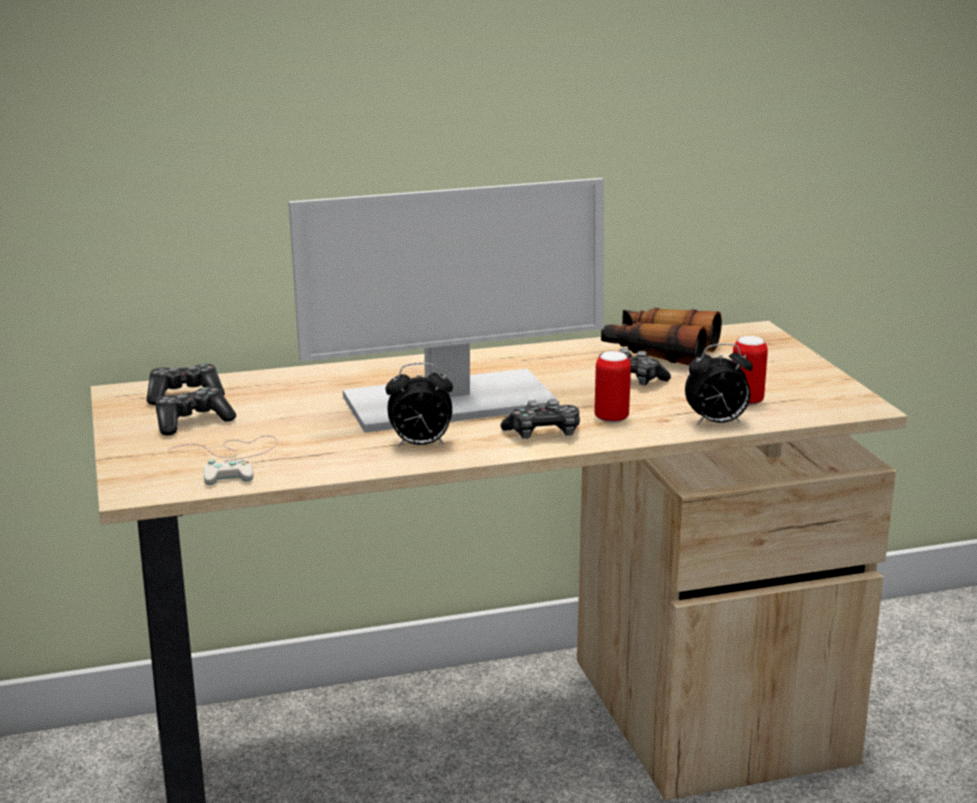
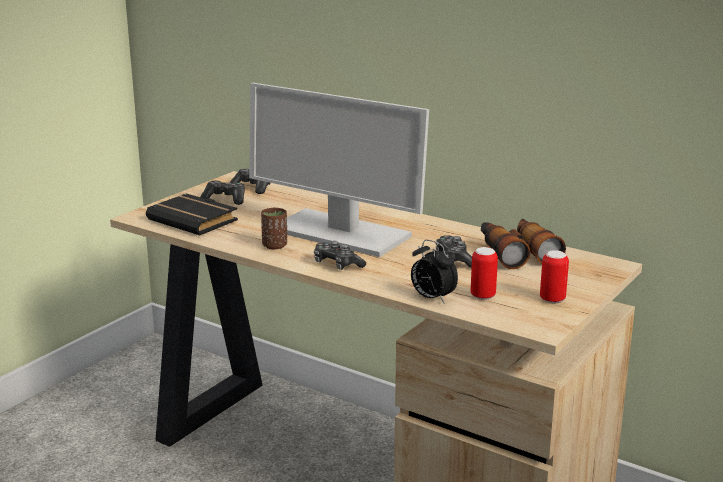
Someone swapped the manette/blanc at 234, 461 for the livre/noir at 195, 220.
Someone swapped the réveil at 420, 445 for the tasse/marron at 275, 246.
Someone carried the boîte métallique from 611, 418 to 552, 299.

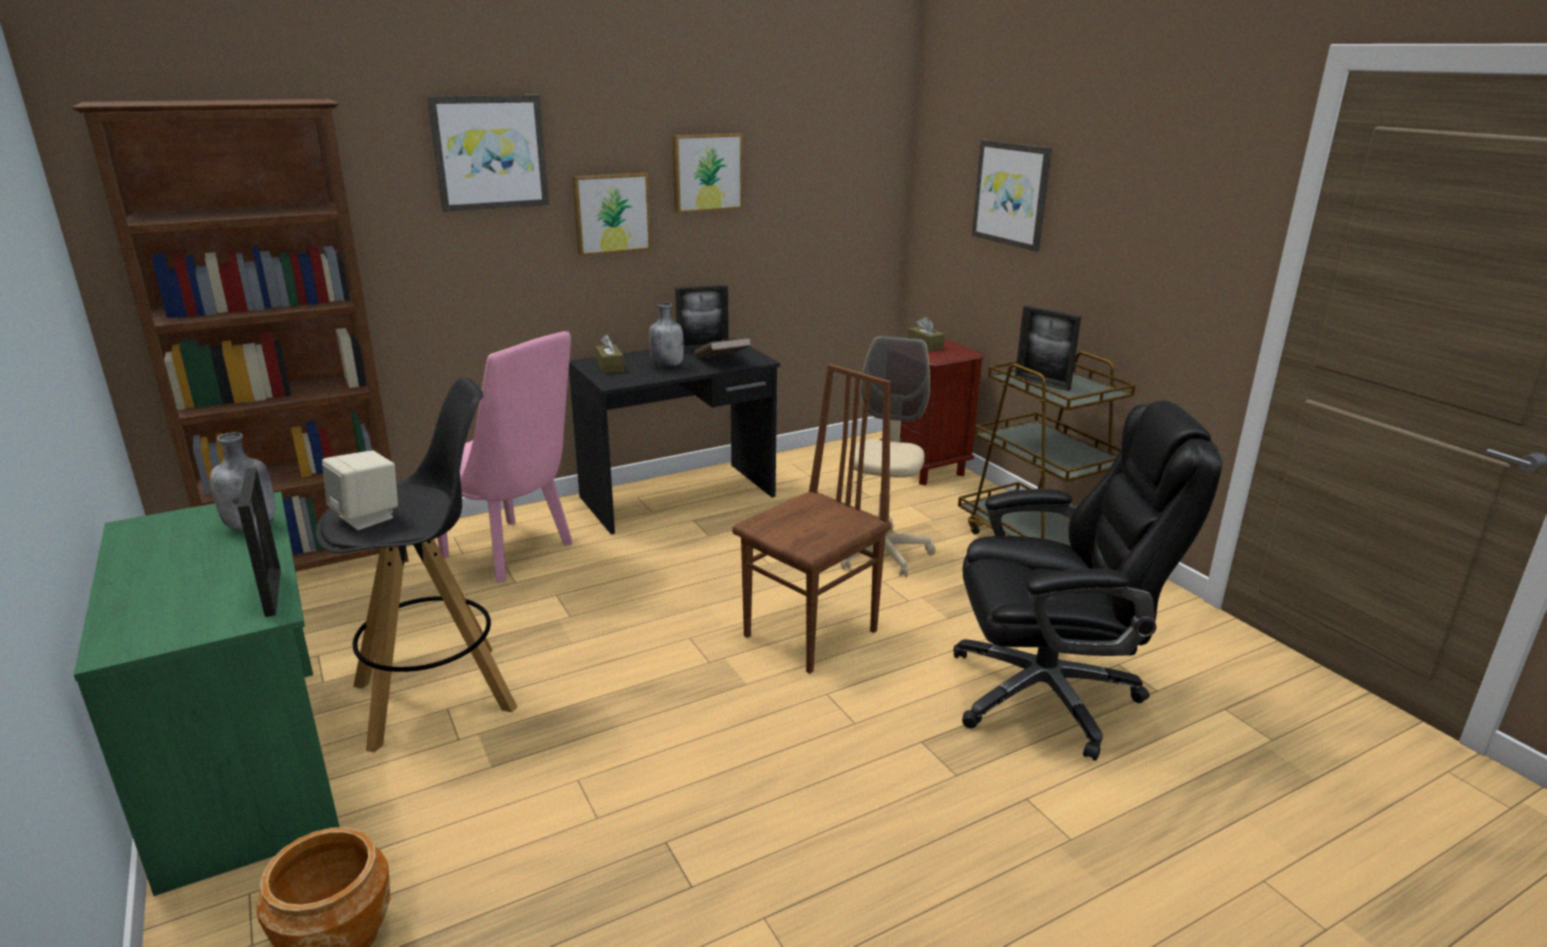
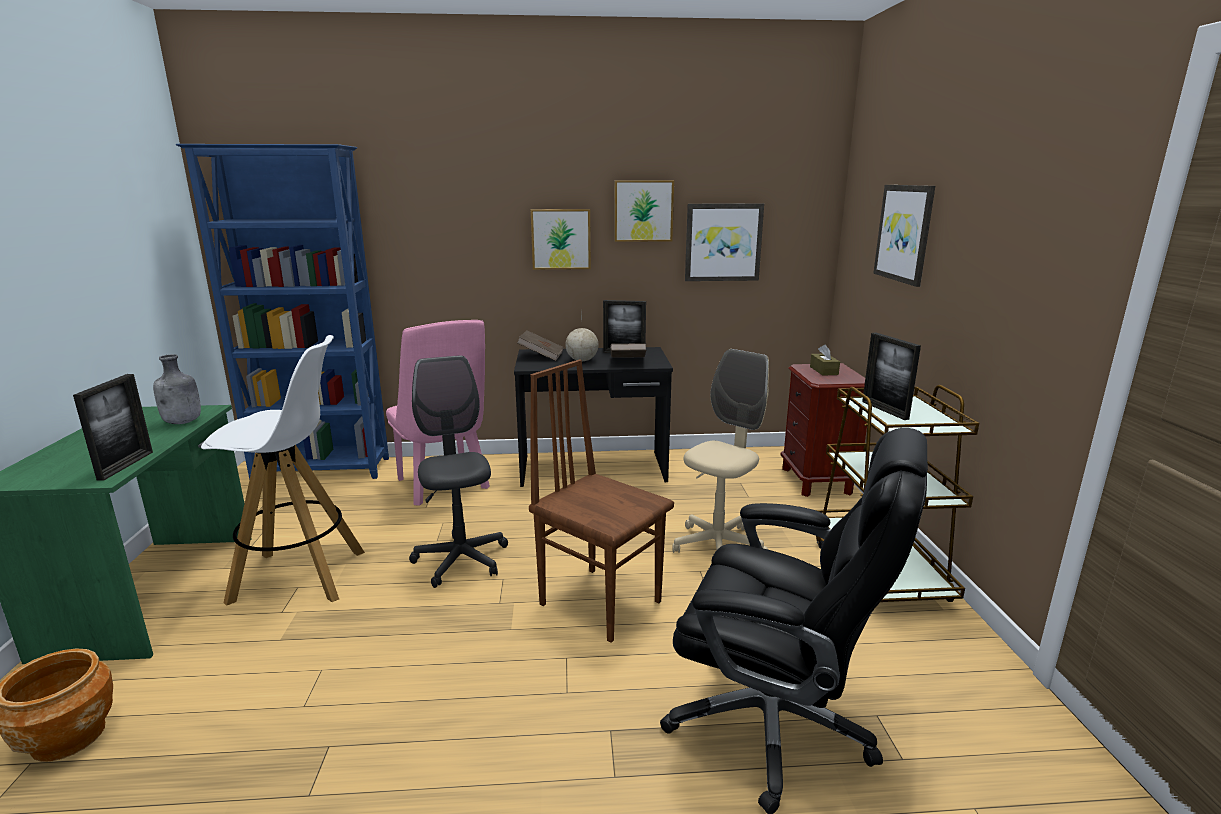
Someone repainted the bibliothèque/marron at 315, 566, which became the bibliothèque/bleu at 323, 470.
Someone repainted the tabouret/noir at 437, 696, which became the tabouret/blanc at 300, 576.
Someone took away the enceinte/beige at 367, 517.
Someone carried the tableau from 489, 152 to 723, 242.
Someone swapped the boîte à mouchoirs/marron at 610, 367 for the livre/marron at 541, 356.
Someone swapped the bouteille/gris at 667, 366 for the globe at 582, 360.
Someone rotated the chaise/marron at 813, 634 by 120 degrees counterclockwise.
Someone put down the chaise de bureau/gris at 461, 560.

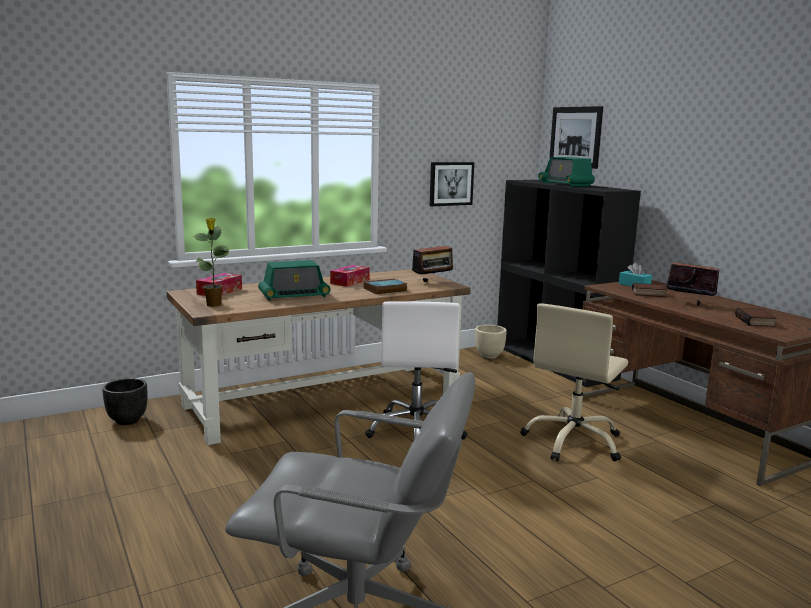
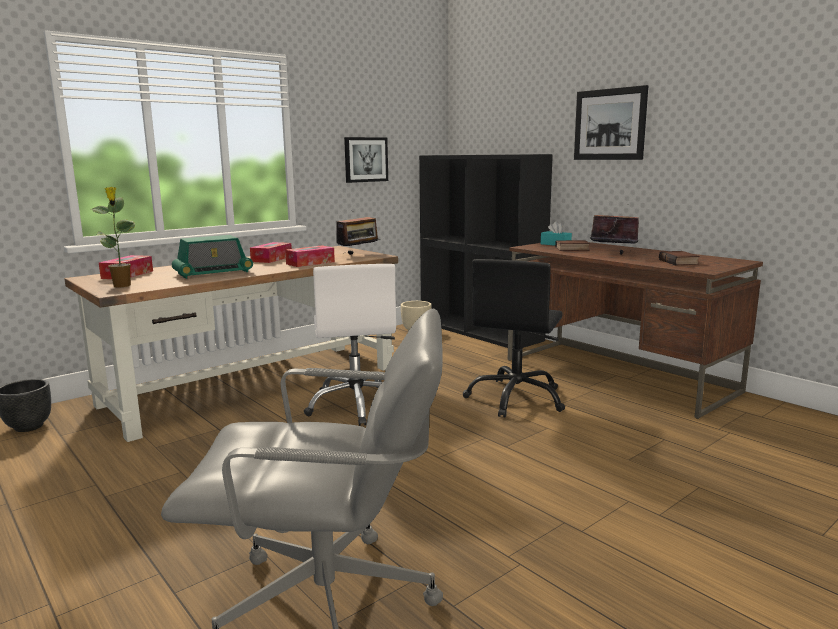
Someone swapped the livre at 384, 290 for the boîte à mouchoirs at 310, 263.
Someone repainted the chaise de bureau/beige at 574, 442, which became the chaise de bureau/noir at 516, 398.
Someone took away the radio at 565, 184.
Someone carried the tableau from 575, 137 to 609, 124.

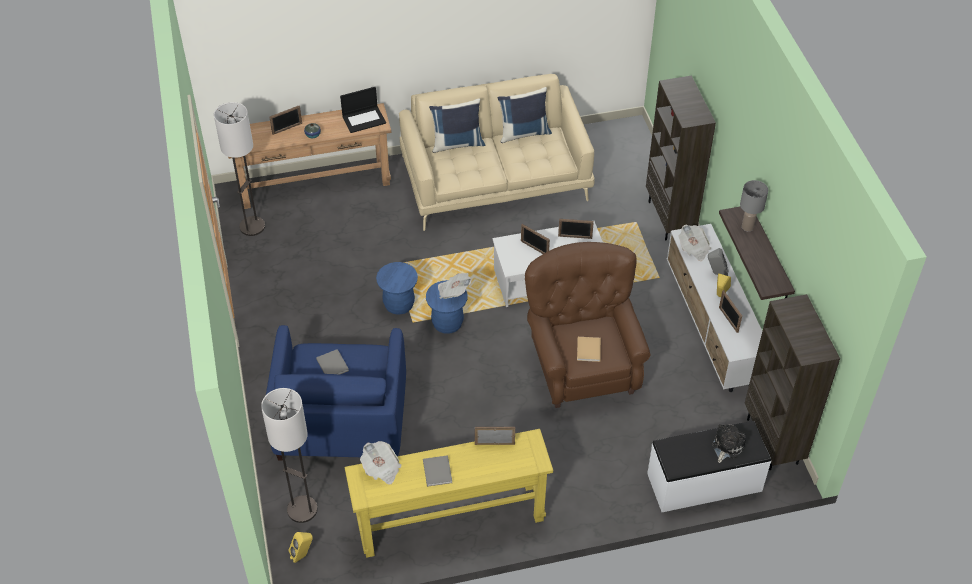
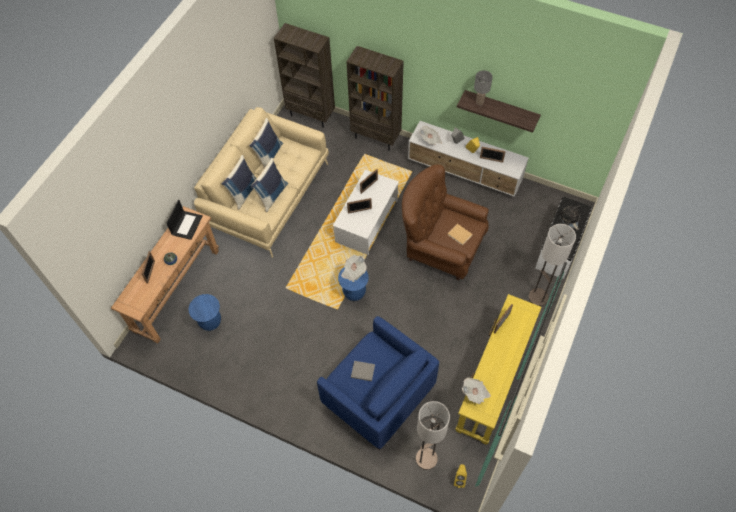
Someone carried the lampadaire from 252, 226 to 538, 297.
Someone carried the tabouret/bleu from 399, 305 to 210, 321.
Someone took away the livre/gris at 437, 471.
Someone carried the bibliothèque/marron from 773, 441 to 311, 115.
Someone put down the coussin/bleu at 272, 195.

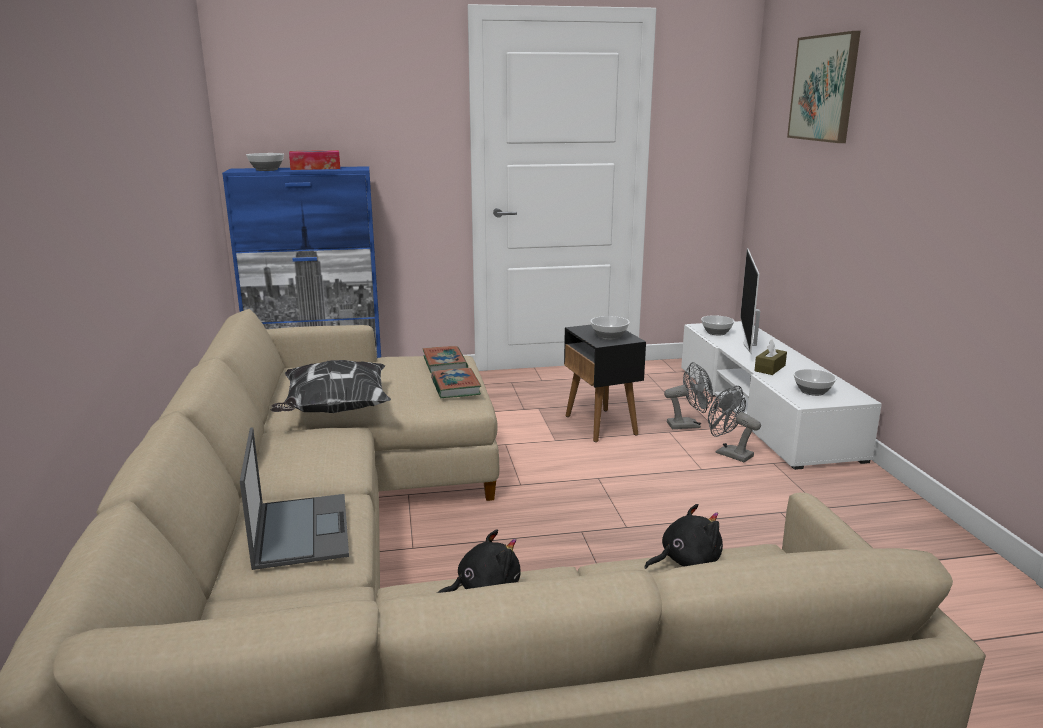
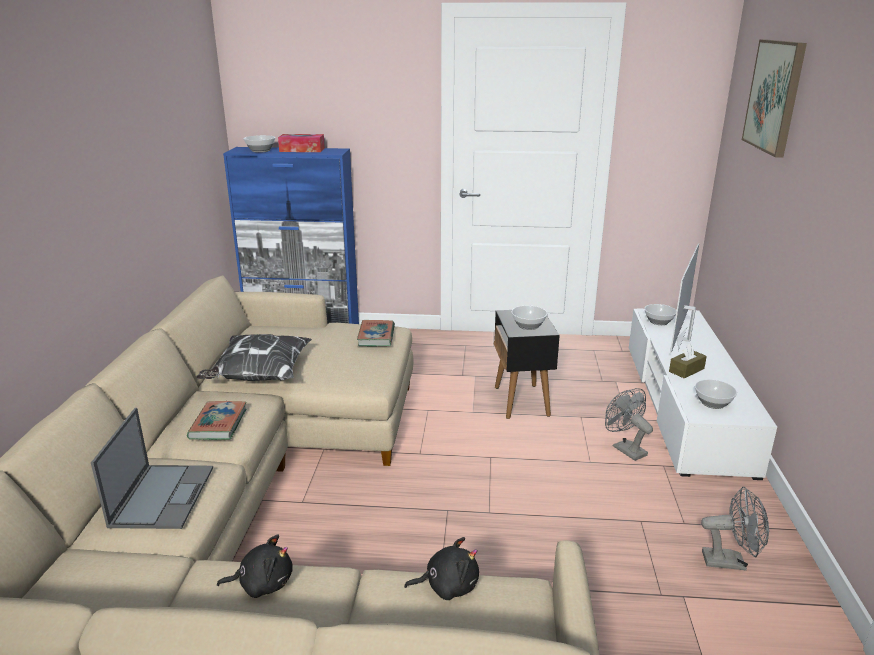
Someone carried the livre from 455, 387 to 218, 424.
Someone carried the ventilateur/gris from 688, 425 to 730, 561.

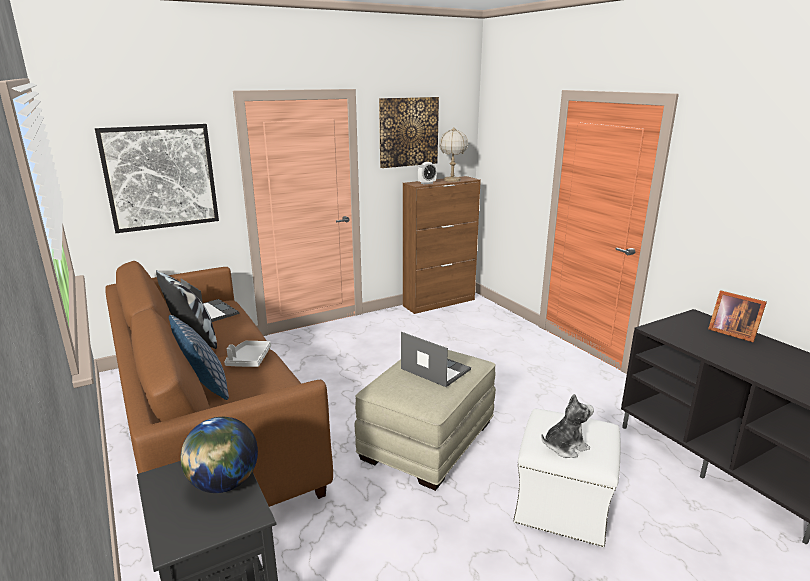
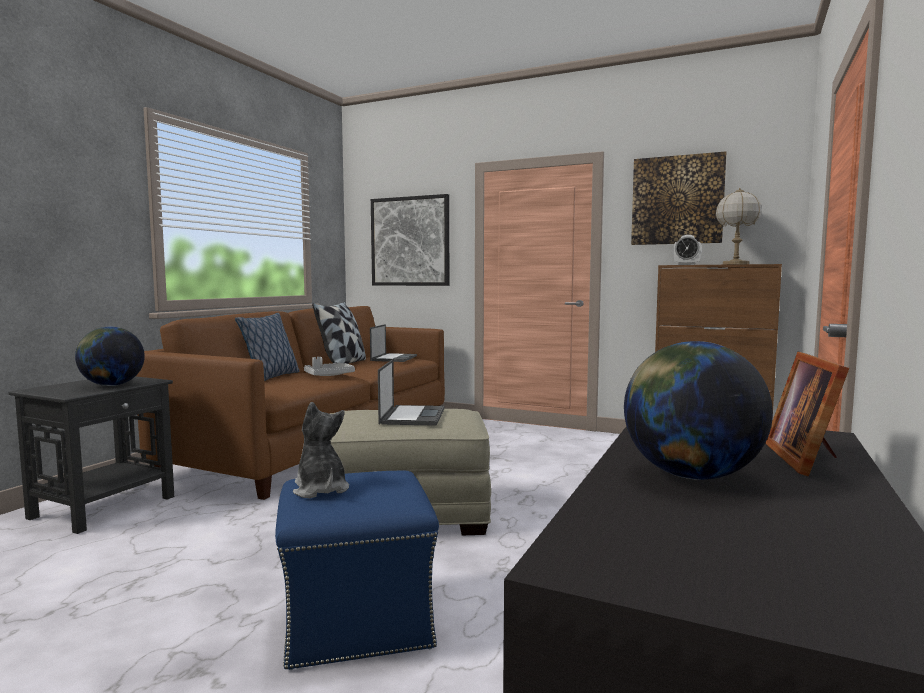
Someone repainted the pouf/blanc at 562, 506, which became the pouf/bleu at 355, 620.
Someone rotated the peluche at 564, 446 by 150 degrees counterclockwise.
Someone put down the globe at 690, 475.

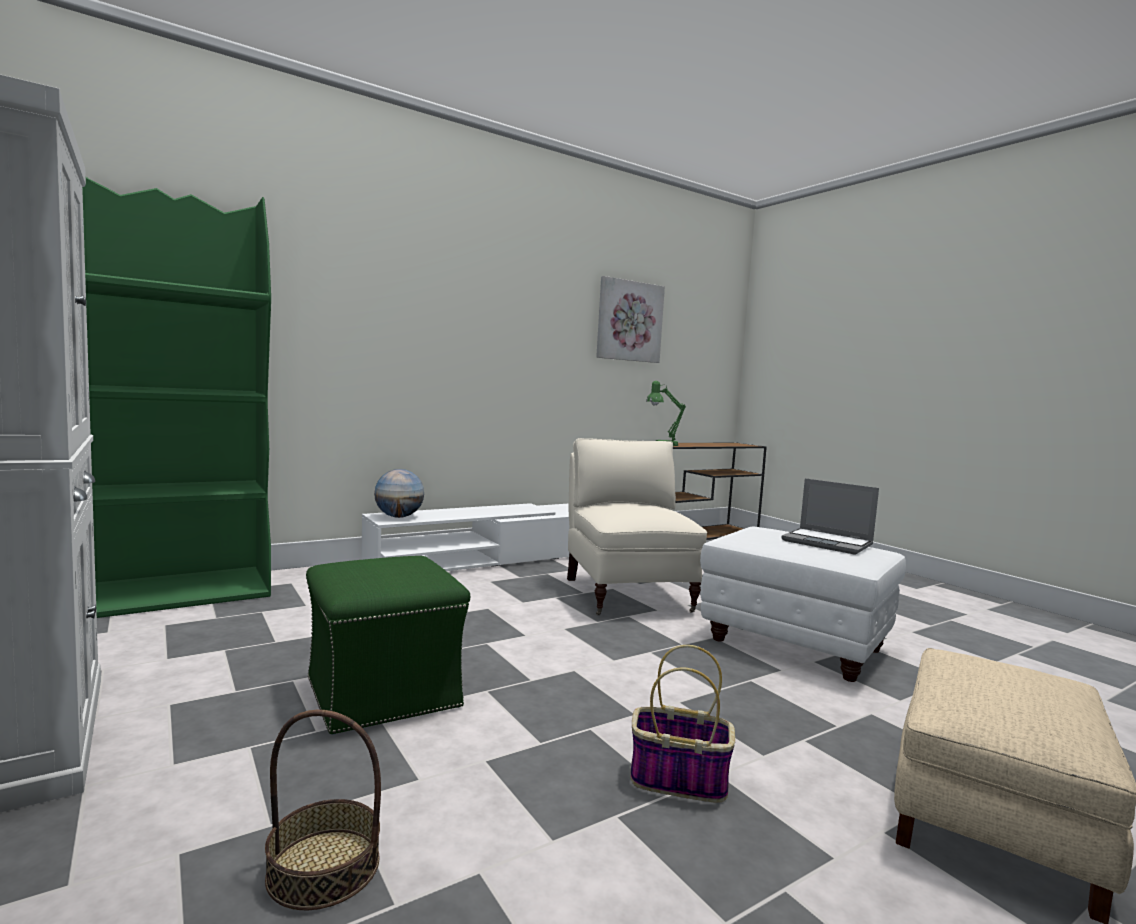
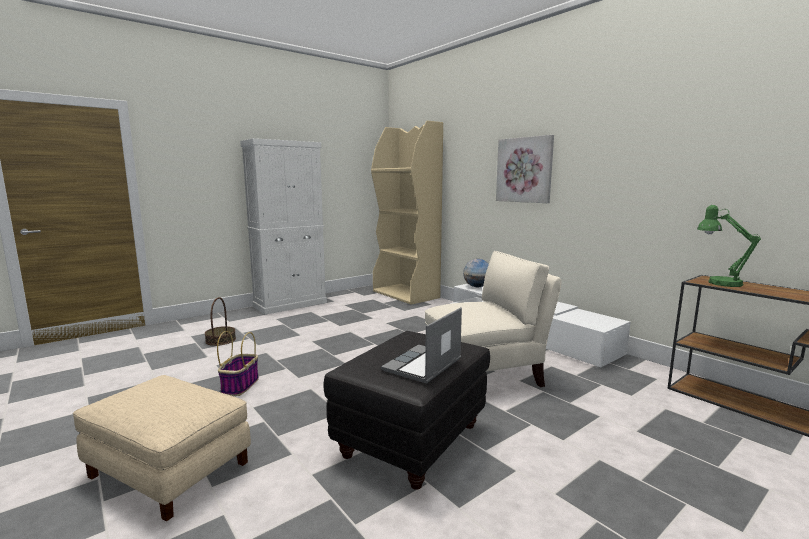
Someone repainted the bibliothèque/vert at 184, 593, which became the bibliothèque/beige at 406, 294.
Someone took away the pouf/vert at 383, 693.
Someone carried the tableau from 629, 321 to 524, 170.
Someone repainted the pouf/blanc at 795, 644, which became the pouf/noir at 413, 440.

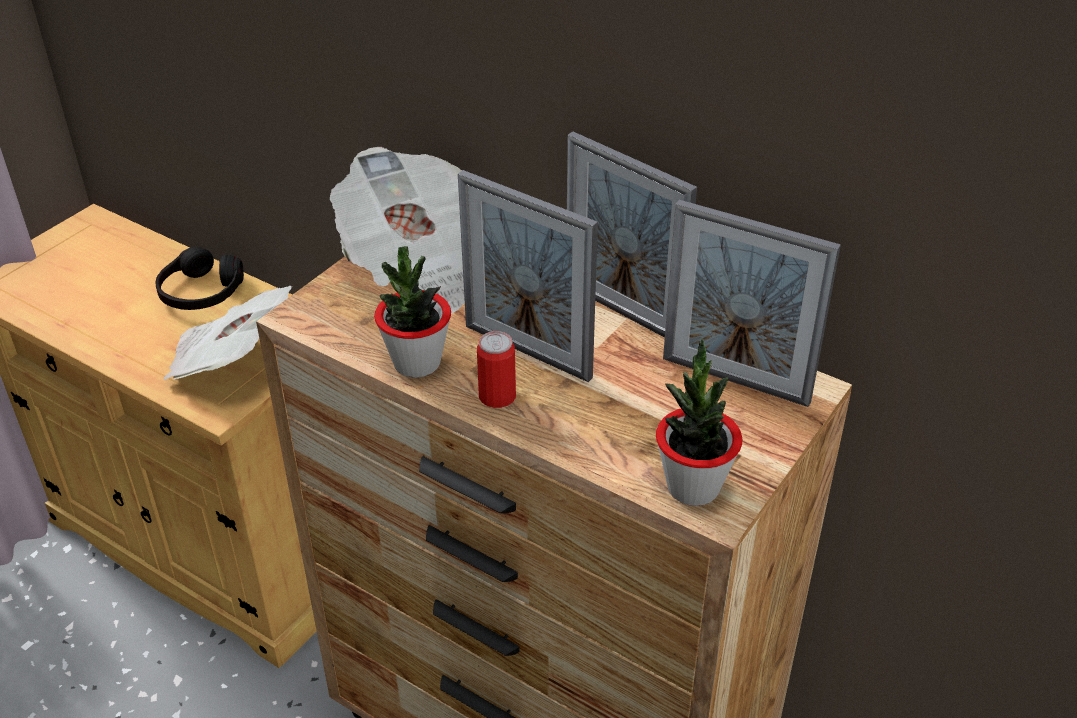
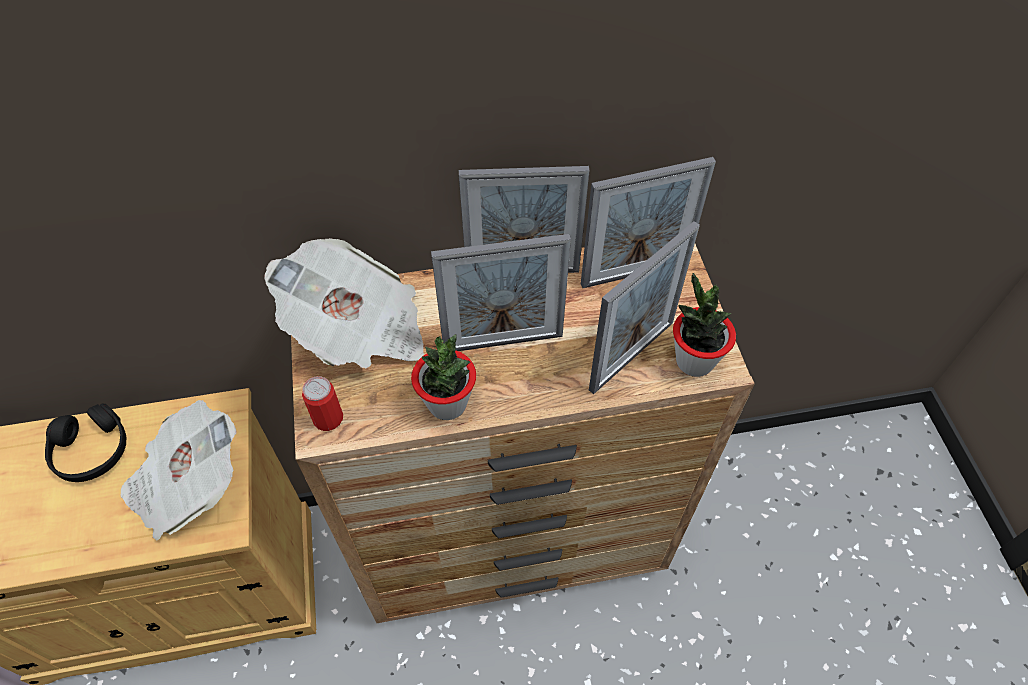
Someone carried the boîte métallique from 497, 396 to 328, 418.
Someone put down the cadre photo at 631, 356.

